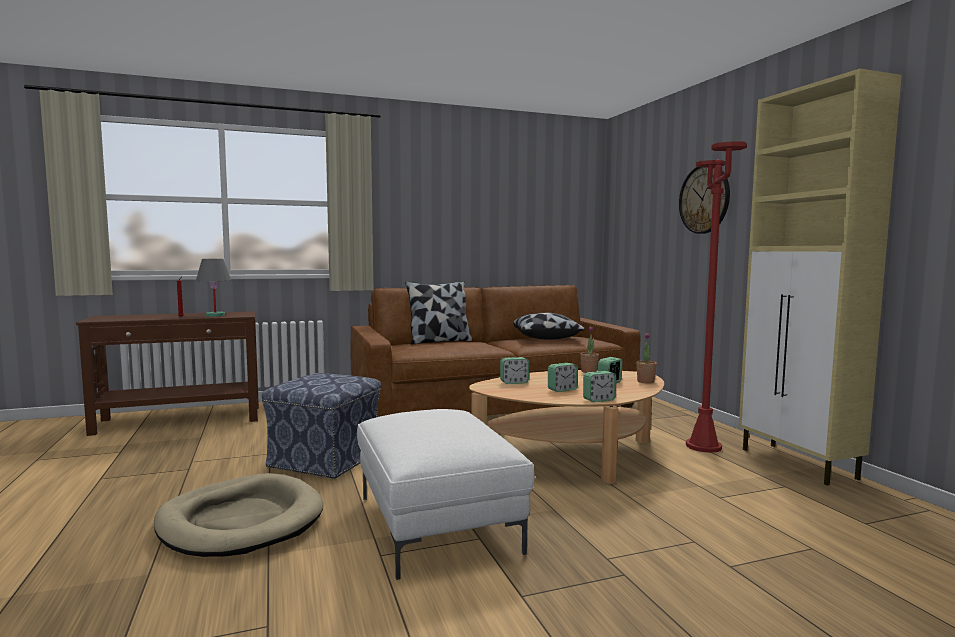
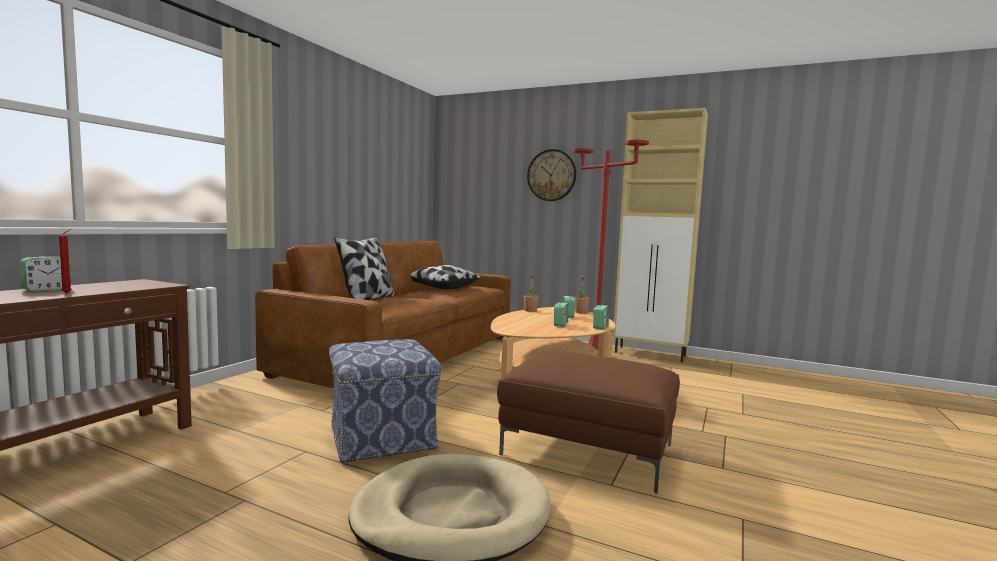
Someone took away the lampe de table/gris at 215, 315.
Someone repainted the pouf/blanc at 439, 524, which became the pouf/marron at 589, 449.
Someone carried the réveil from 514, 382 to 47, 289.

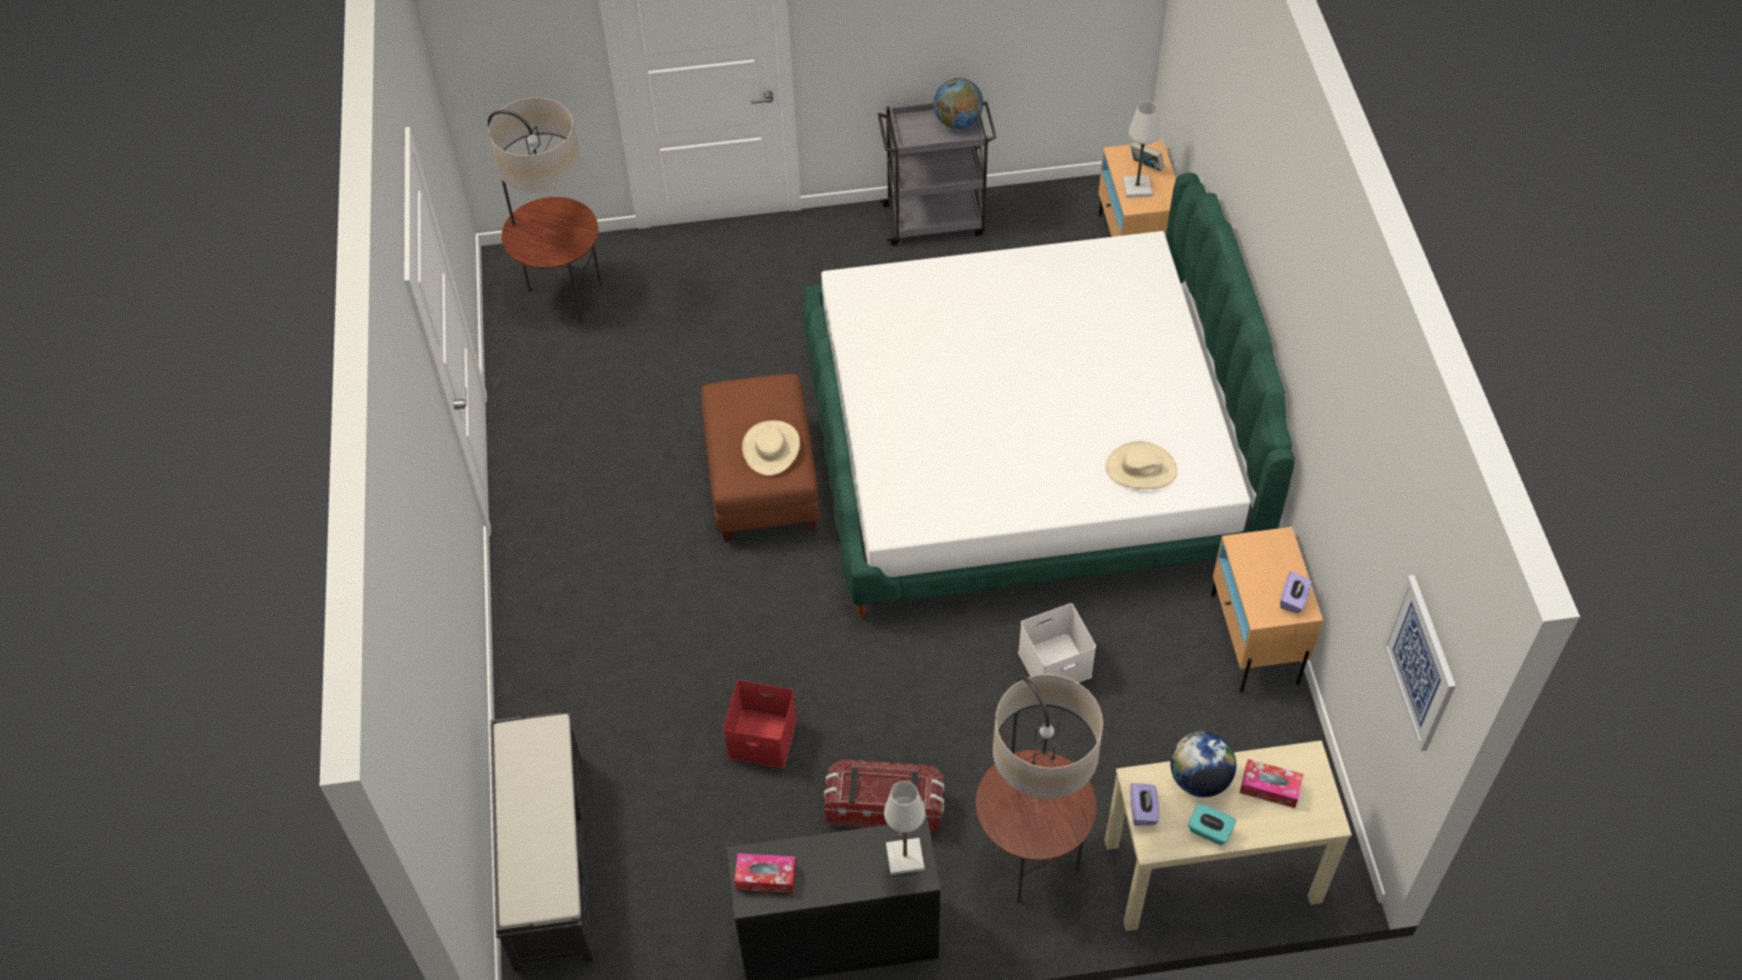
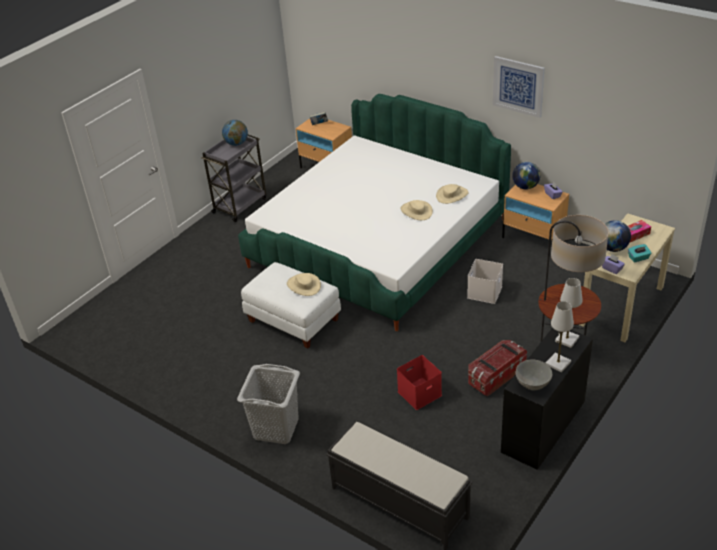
Someone took away the lampadaire at 564, 297.
Someone repainted the pouf/marron at 763, 481, which became the pouf/blanc at 294, 320.
Someone swapped the boîte à mouchoirs at 766, 877 for the bol/gris at 532, 385.
Someone carried the lampe de table/blanc from 1137, 187 to 558, 363.
Someone carried the tableau from 1420, 663 to 518, 86.
Someone put down the panier à linge/gris at 275, 429.
Someone put down the chapeau/beige at 416, 211.
Someone put down the globe at 525, 187.

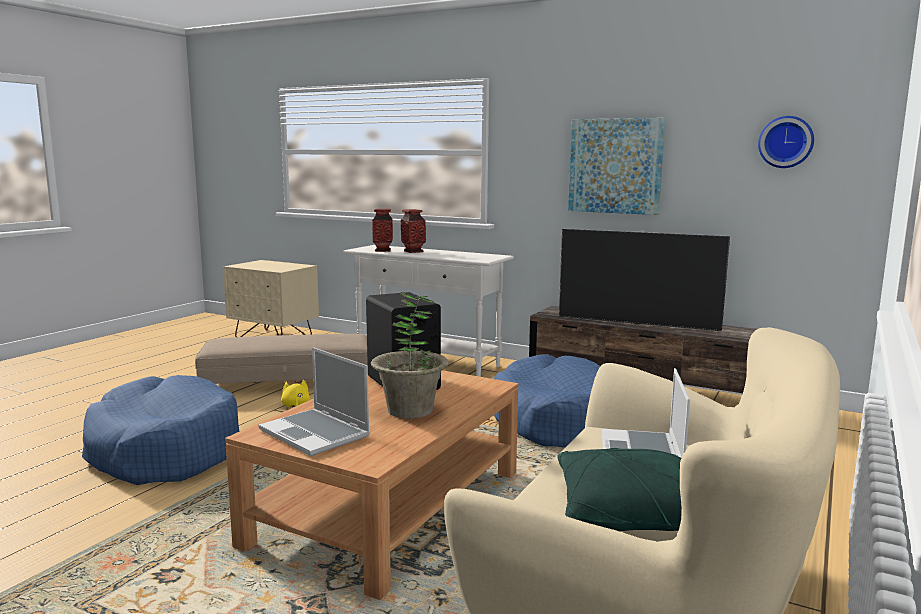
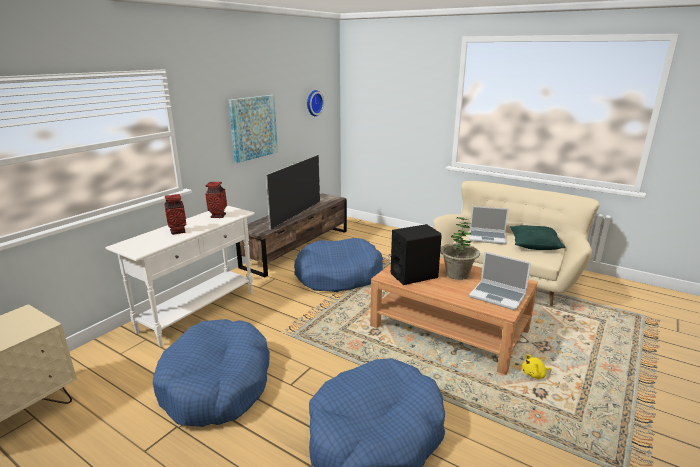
Someone swapped the pouf/beige at 288, 382 for the panier pour chien/bleu at 216, 384.
Someone rotated the ordinateur portable at 316, 434 by 75 degrees clockwise.
Someone carried the peluche/jaune from 295, 406 to 534, 374.
Someone carried the vase from 383, 250 to 218, 216.

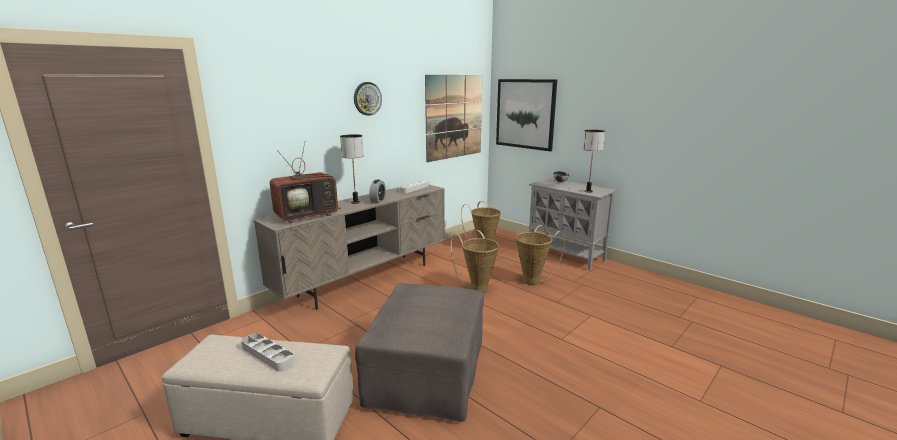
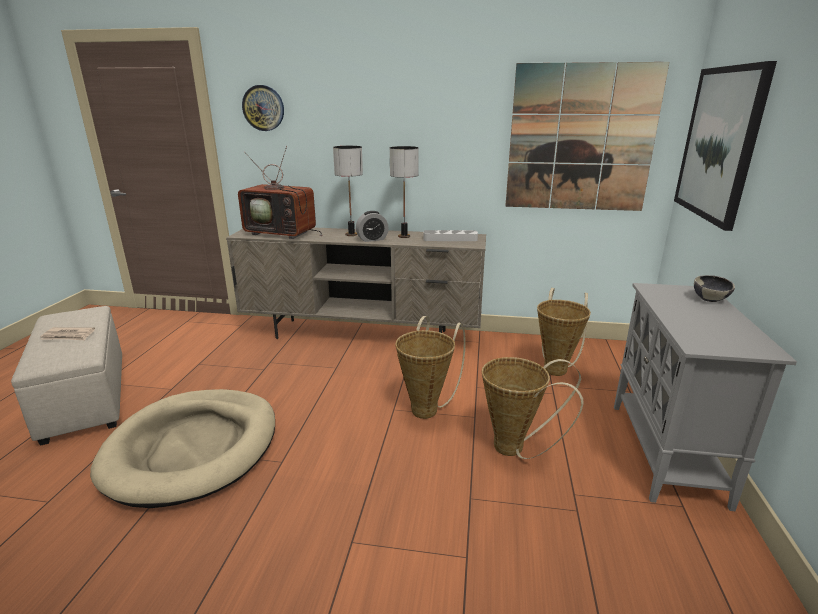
Someone swapped the plateau/gris at 268, 355 for the journal at 68, 336.
Someone carried the horloge murale from 367, 98 to 263, 108.
Someone swapped the pouf/gris at 426, 372 for the panier pour chien/beige at 193, 448.
Someone carried the lampe de table from 588, 191 to 404, 236.

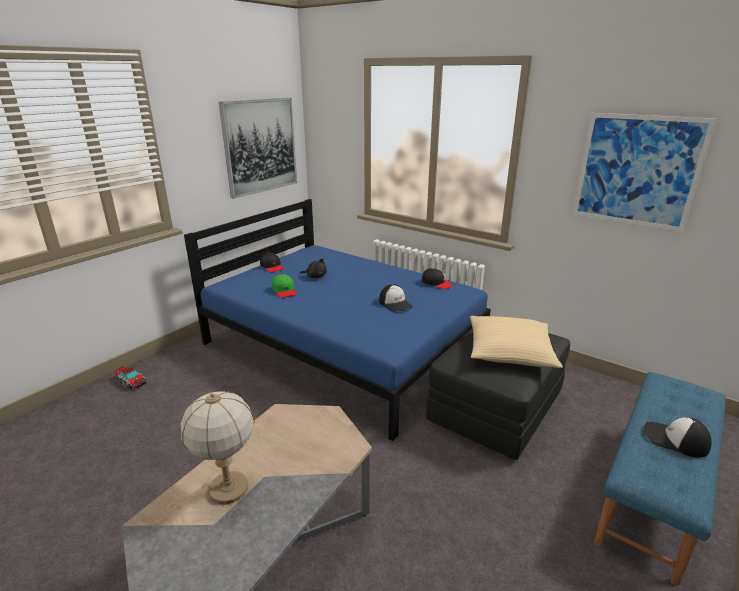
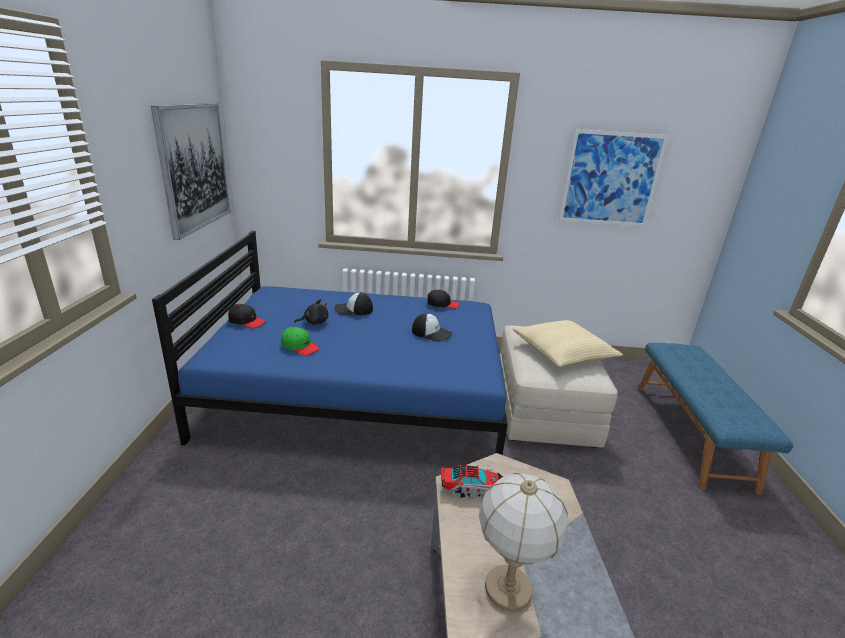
Someone carried the camion jouet from 131, 382 to 471, 489.
Someone repainted the pouf/noir at 495, 407, which became the pouf/beige at 543, 408.
Someone carried the casquette from 675, 440 to 353, 309.

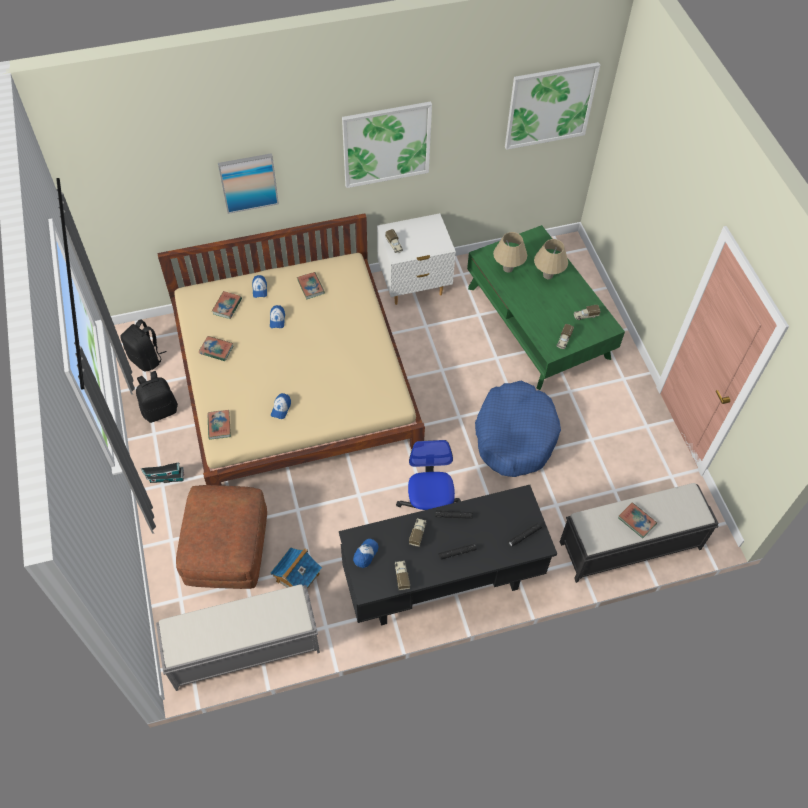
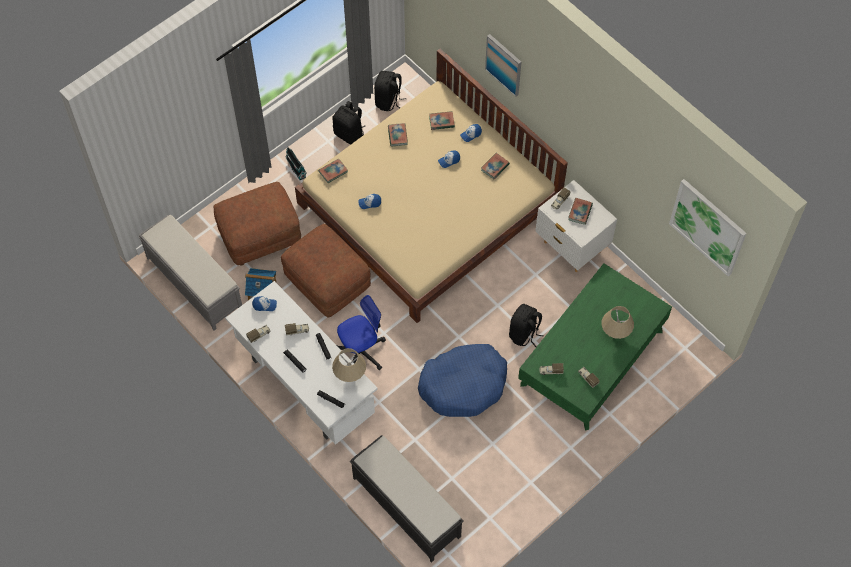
Someone repainted the bureau/noir at 442, 583, which became the bureau/blanc at 305, 386.
Someone took away the tableau at 386, 144.
Someone carried the lampe de table/beige from 508, 268 to 350, 375.
Someone carried the livre from 636, 521 to 580, 212.
Someone put down the pouf/marron at 328, 283.
Someone put down the sac à dos/noir at 524, 334.

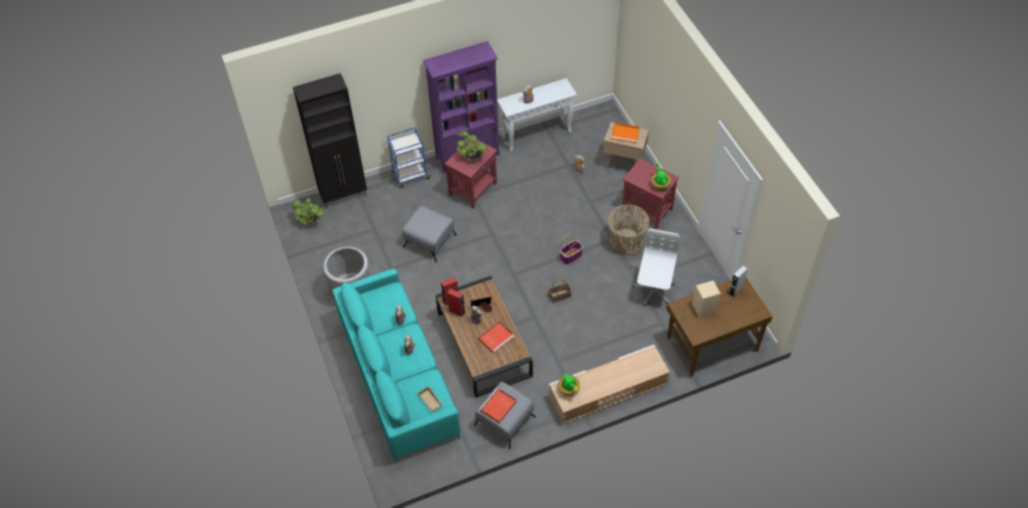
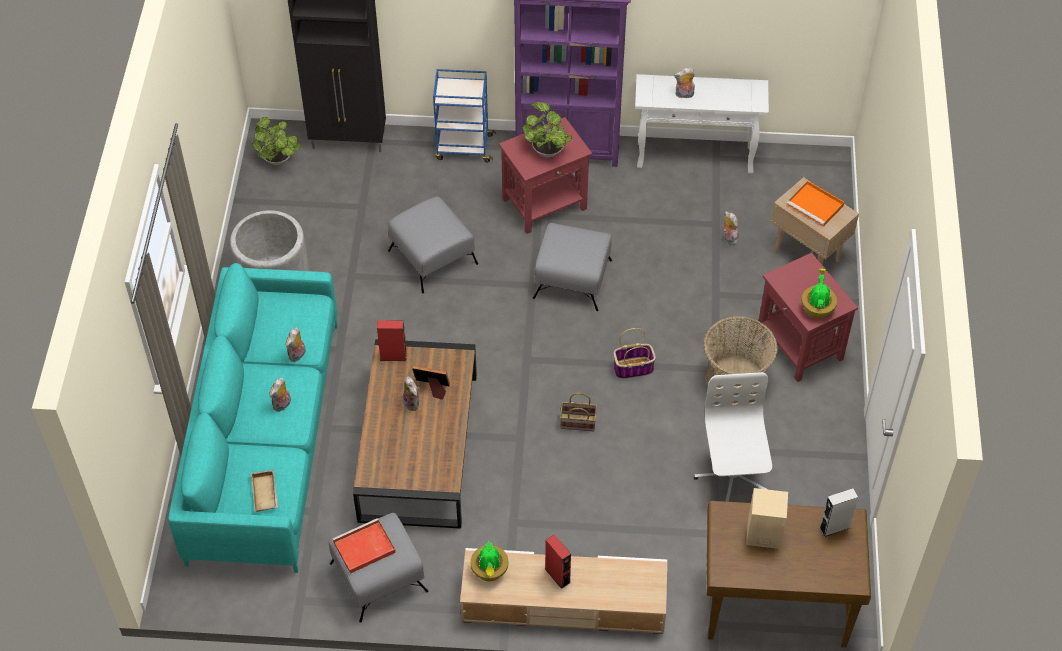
Someone carried the enceinte/rouge from 457, 311 to 557, 576.
Someone took away the plateau/rouge at 496, 337.
Someone rotated the chaise de bureau/blanc at 653, 290 by 45 degrees counterclockwise.
Someone put down the pouf/gris at 573, 279.

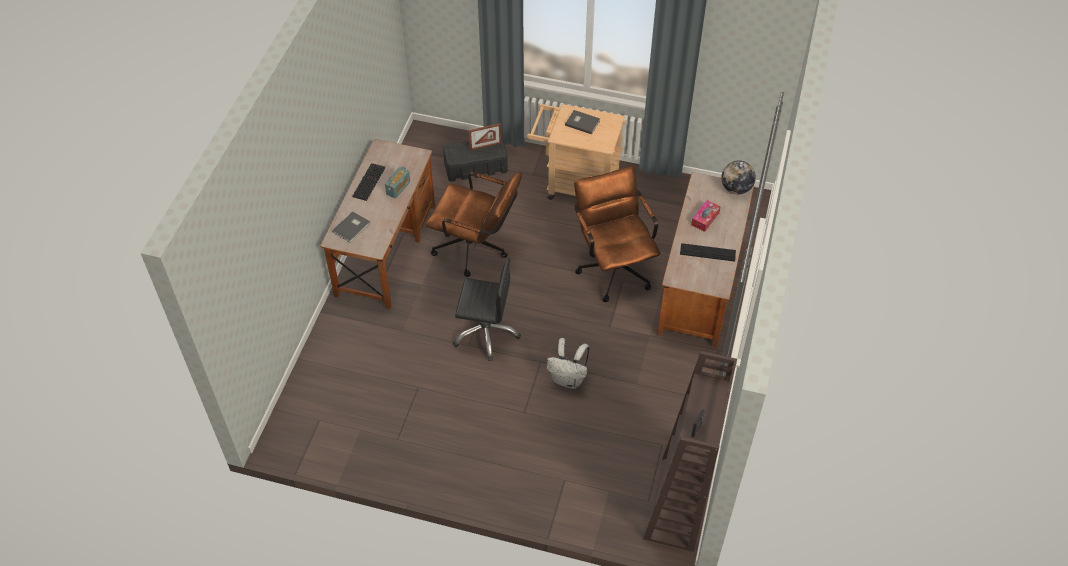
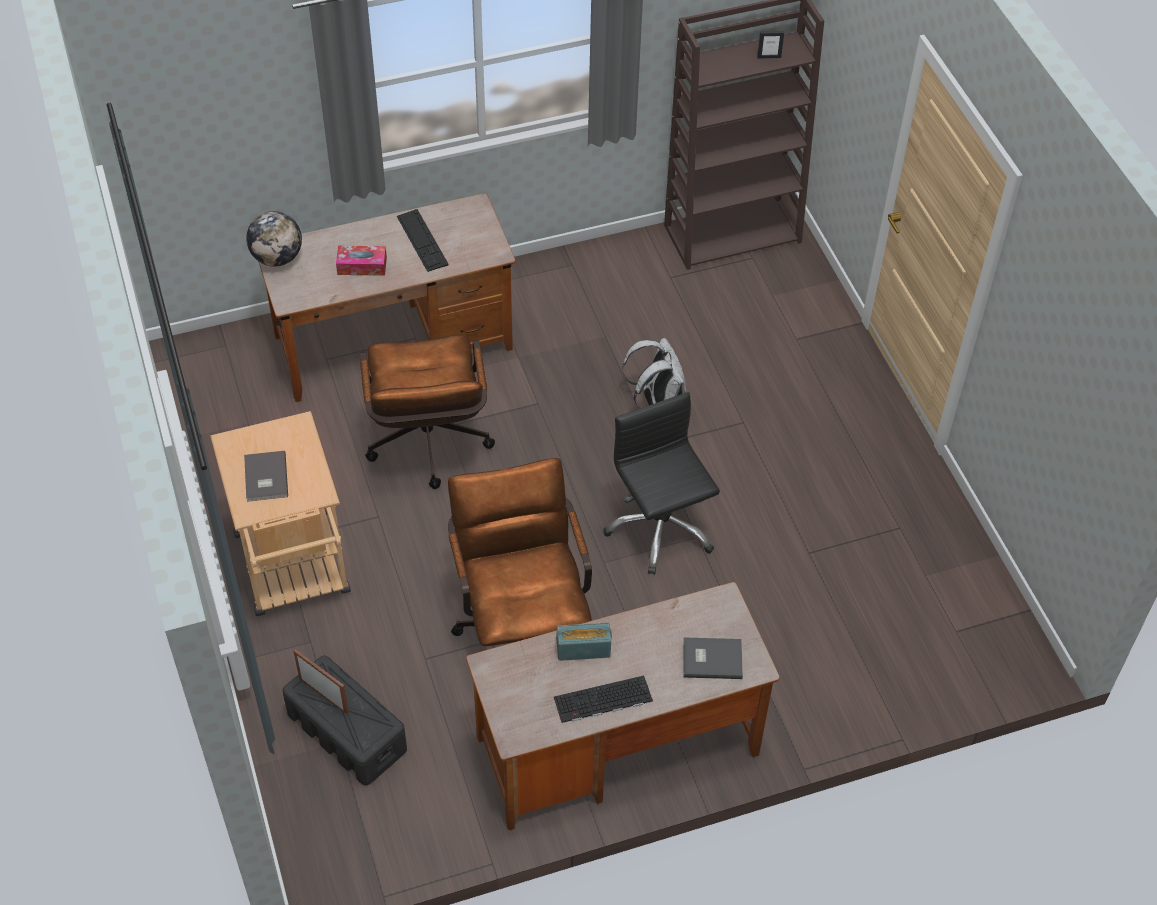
Someone rotated the chaise de bureau/marron at 613, 266 by 45 degrees counterclockwise.

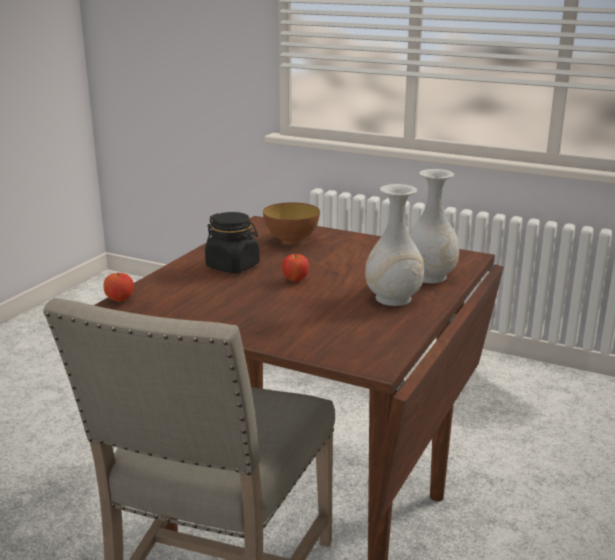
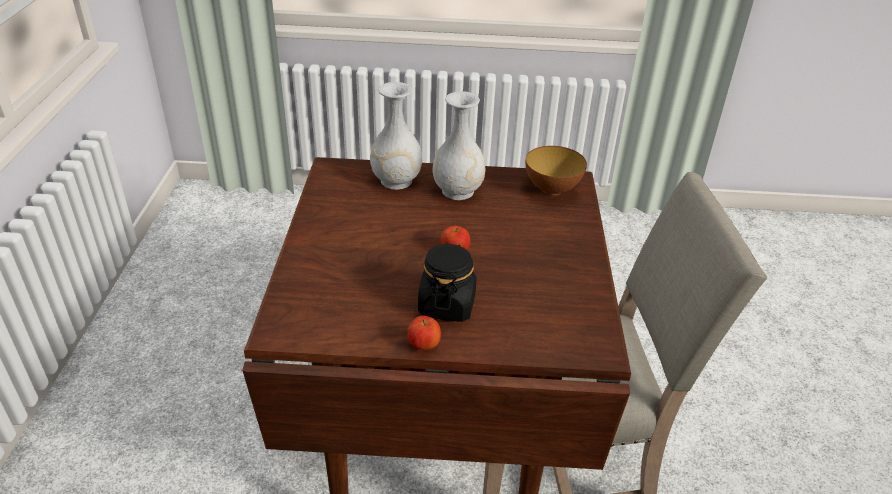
Someone carried the pomme from 120, 300 to 424, 345.
Someone carried the bol from 291, 241 to 552, 189.

